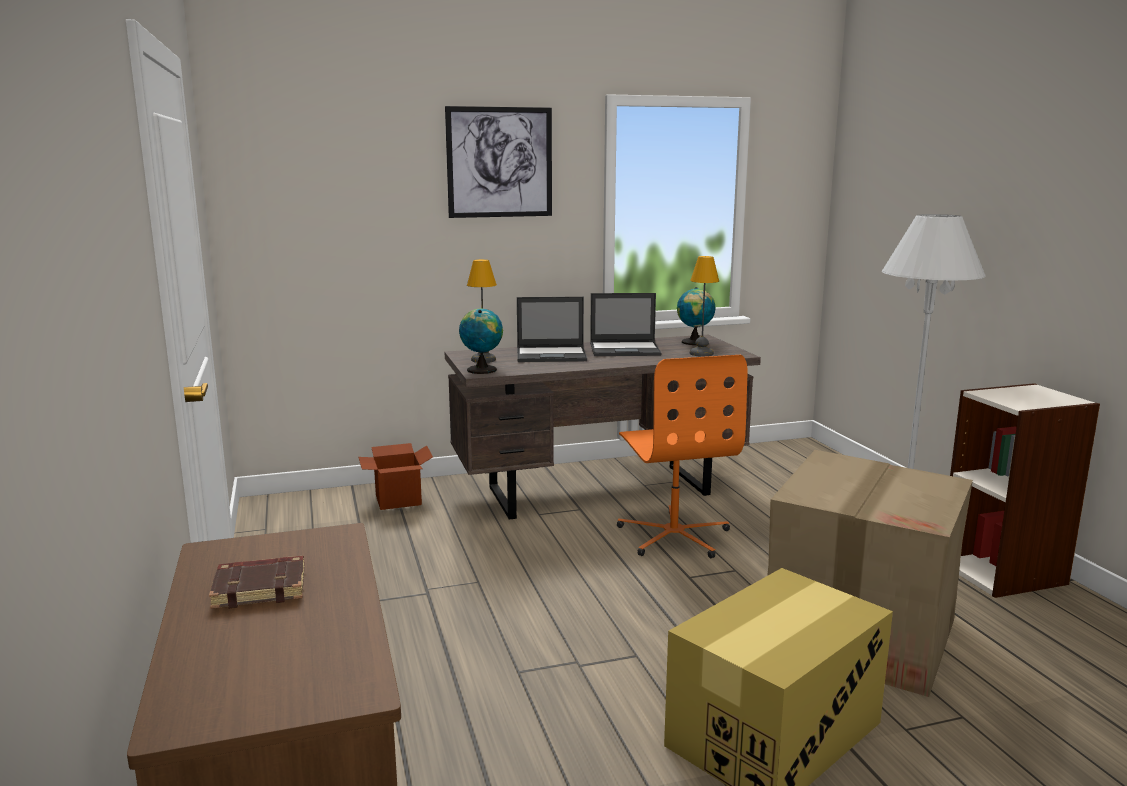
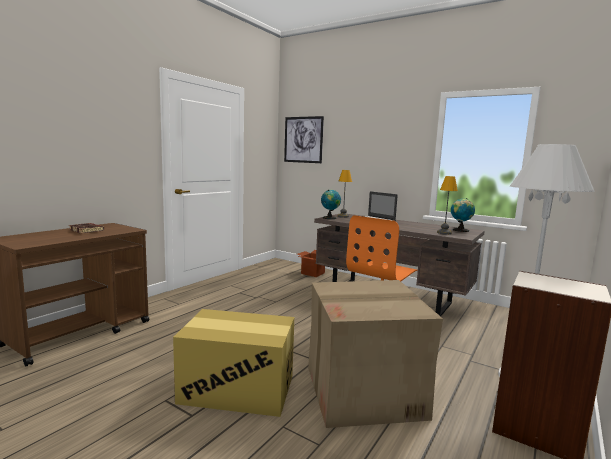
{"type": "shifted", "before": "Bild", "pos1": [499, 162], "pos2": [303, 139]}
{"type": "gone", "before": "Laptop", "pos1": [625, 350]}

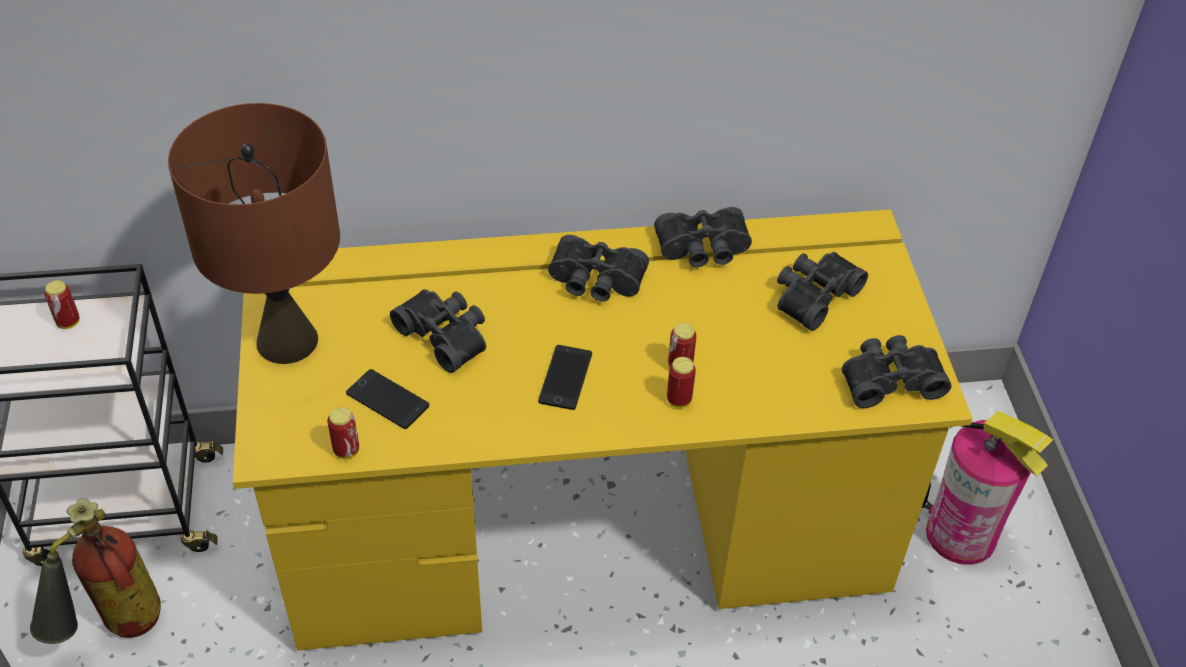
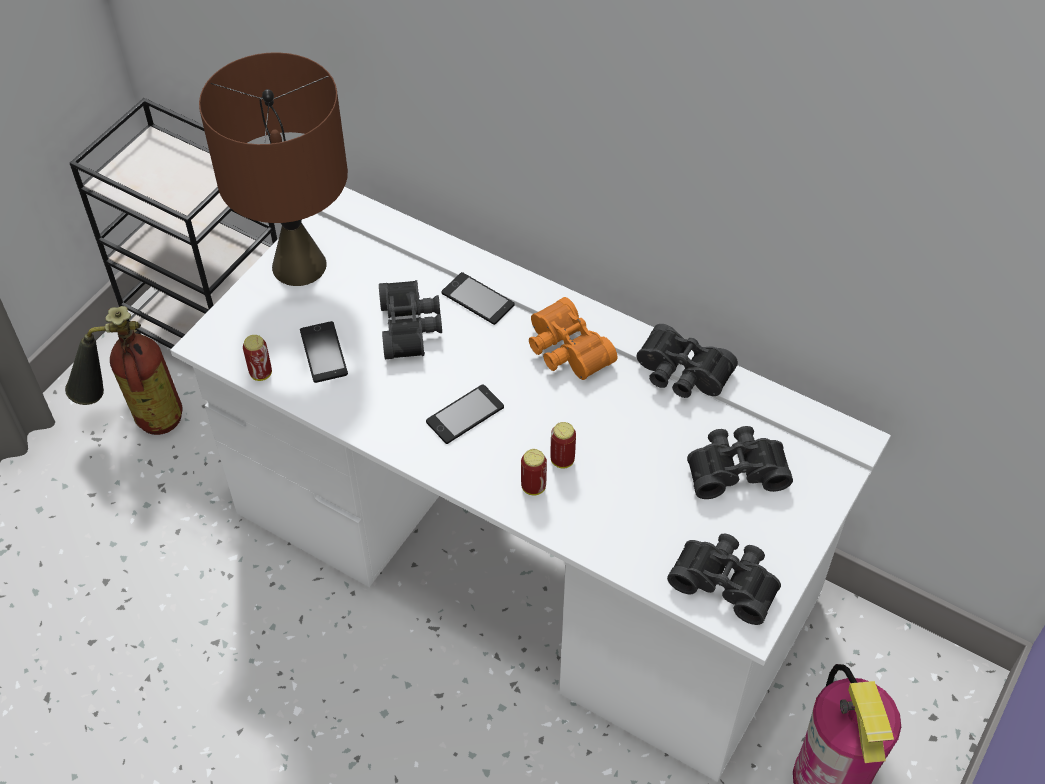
{"type": "repainted", "before": "Schreibtisch (gelb)", "after": "Schreibtisch (weiß)", "pos1": [586, 521], "pos2": [523, 554]}
{"type": "new", "after": "Handy", "pos2": [477, 299]}
{"type": "repainted", "before": "Fernglas (schwarz)", "after": "Fernglas (orange)", "pos1": [595, 282], "pos2": [565, 351]}
{"type": "gone", "before": "Dose", "pos1": [68, 322]}

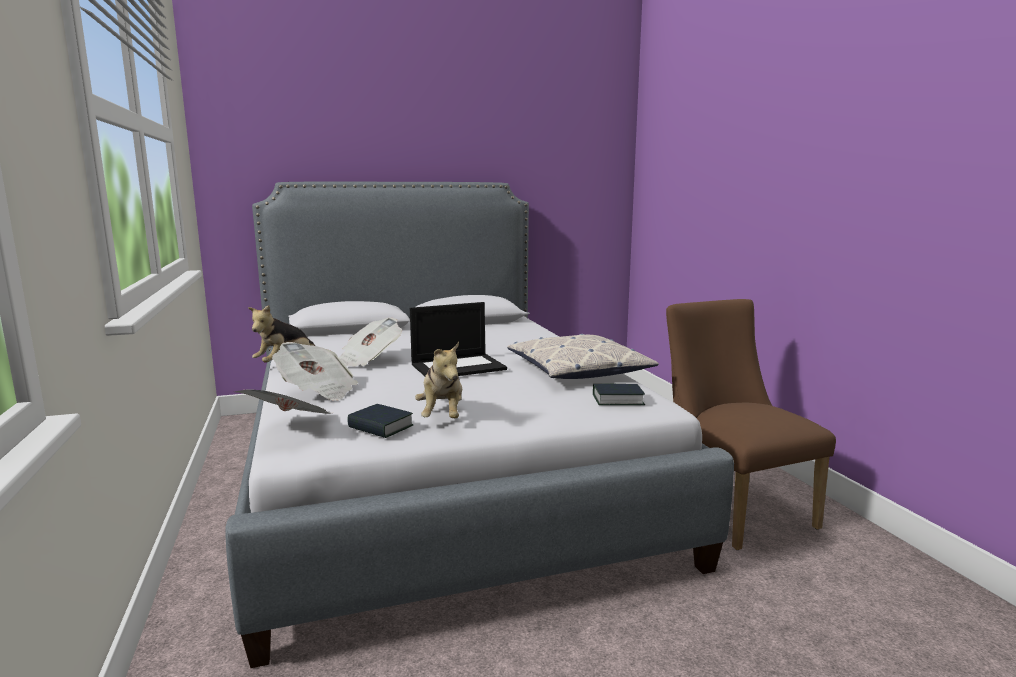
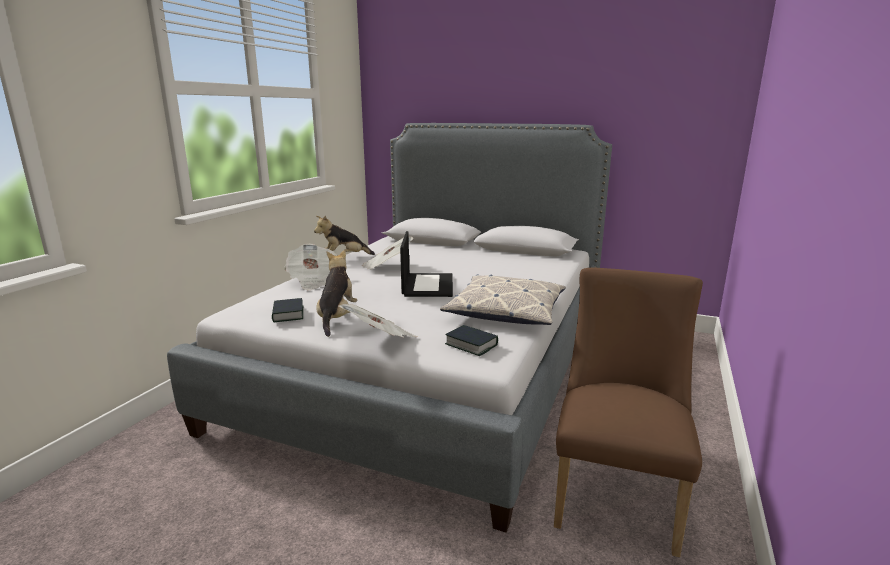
{"type": "rotated", "before": "Plüschtier", "pos1": [442, 416], "pos2": [337, 318], "turn": 150}
{"type": "shifted", "before": "Zeitung", "pos1": [291, 426], "pos2": [379, 340]}
{"type": "rotated", "before": "Laptop", "pos1": [459, 366], "pos2": [427, 285], "turn": -105}

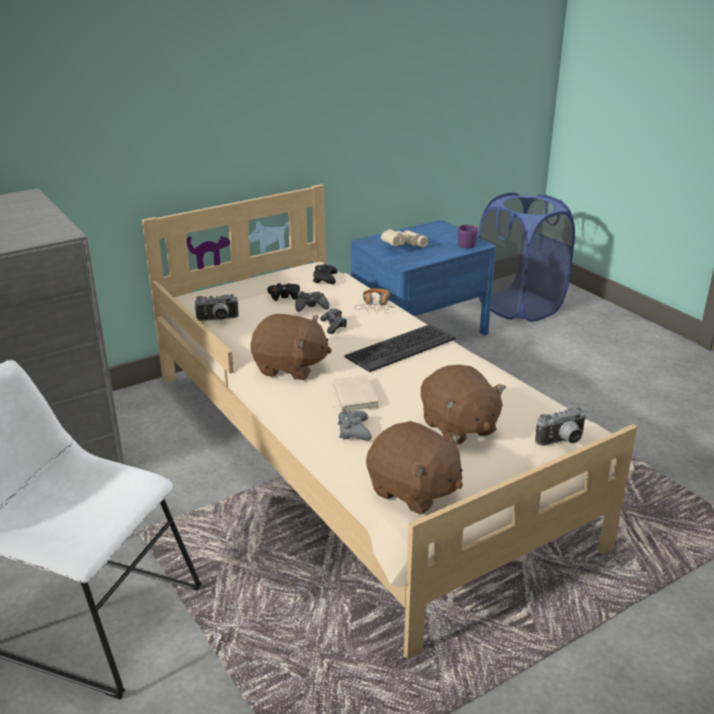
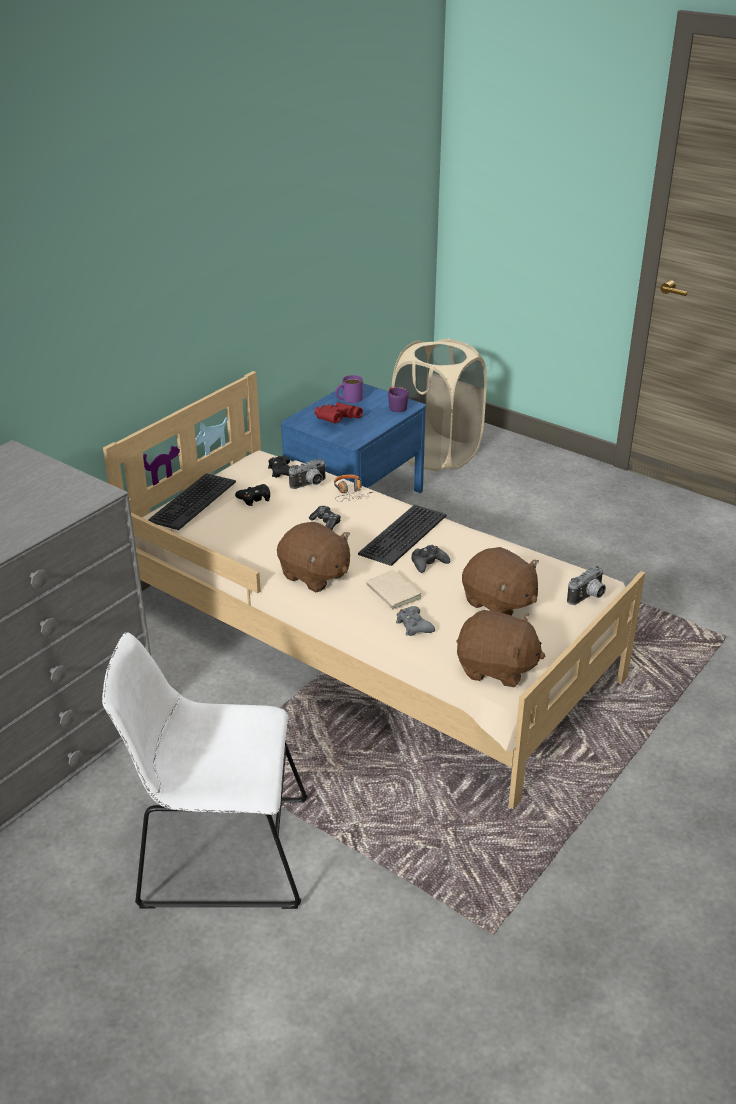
{"type": "new", "after": "Tastatur", "pos2": [192, 501]}
{"type": "rotated", "before": "Plüschtier (braun)", "pos1": [290, 367], "pos2": [315, 575], "turn": 45}
{"type": "shifted", "before": "Kamera", "pos1": [218, 320], "pos2": [310, 485]}
{"type": "repainted", "before": "Fernglas (beige)", "after": "Fernglas (rot)", "pos1": [401, 247], "pos2": [336, 421]}
{"type": "new", "after": "Henkelbecher (lila)", "pos2": [348, 399]}
{"type": "repainted", "before": "Wäschekorb (blau)", "after": "Wäschekorb (beige)", "pos1": [518, 306], "pos2": [436, 454]}
{"type": "shifted", "before": "Gamepad (schwarz)", "pos1": [311, 307], "pos2": [428, 563]}

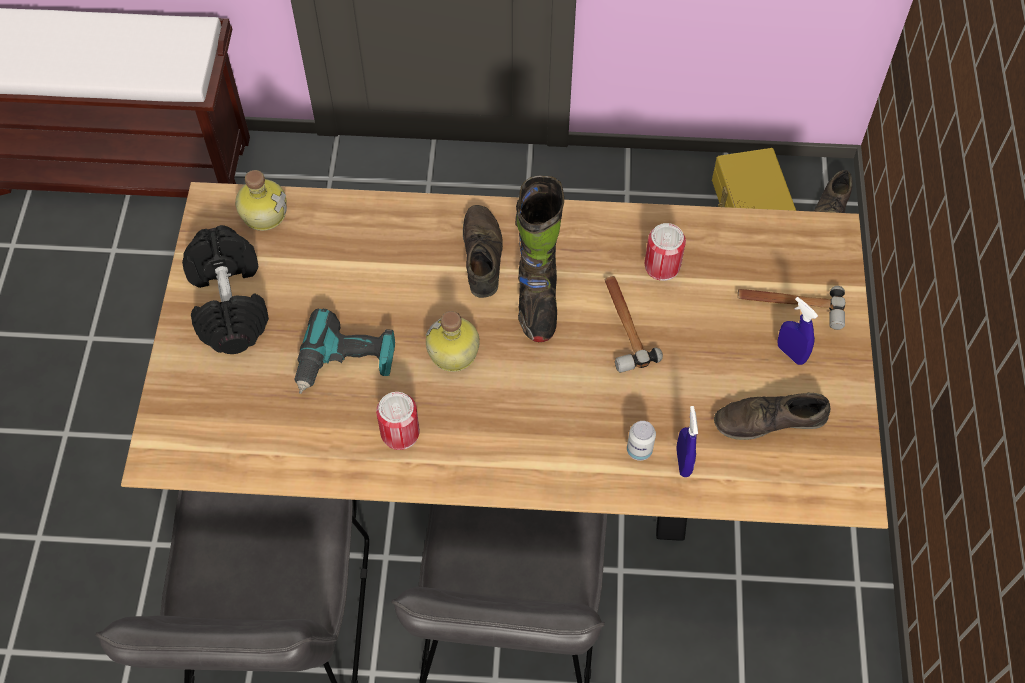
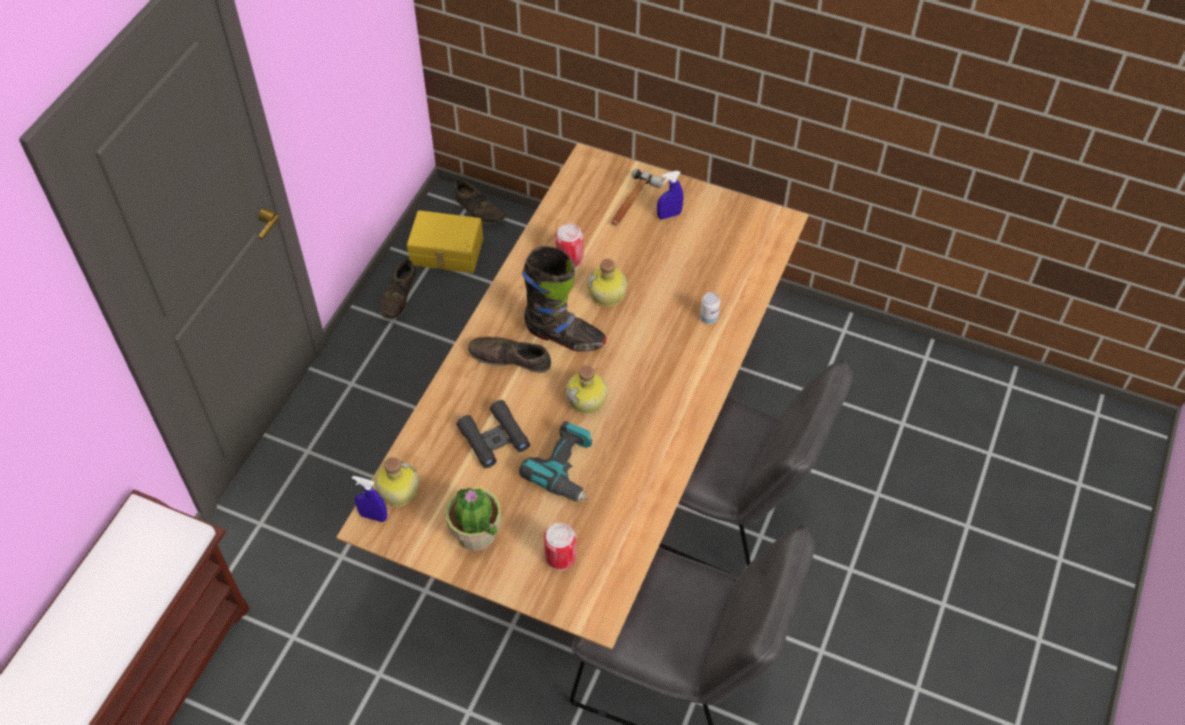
{"type": "shifted", "before": "Sprühflasche (blau)", "pos1": [683, 462], "pos2": [373, 516]}
{"type": "shifted", "before": "Schuh (braun)", "pos1": [769, 420], "pos2": [399, 296]}
{"type": "swapped", "before": "Hantel (schwarz)", "after": "Topfpflanze", "pos1": [230, 304], "pos2": [476, 534]}
{"type": "new", "after": "Fernglas (schwarz)", "pos2": [494, 438]}
{"type": "shifted", "before": "Dose", "pos1": [400, 433], "pos2": [560, 556]}
{"type": "swapped", "before": "Hammer", "after": "Flasche", "pos1": [623, 325], "pos2": [608, 294]}

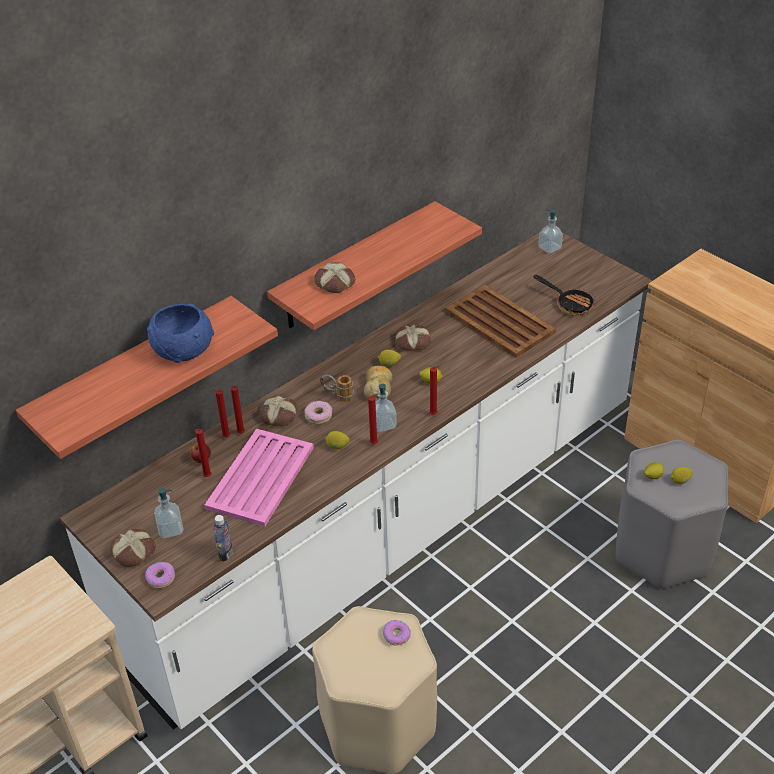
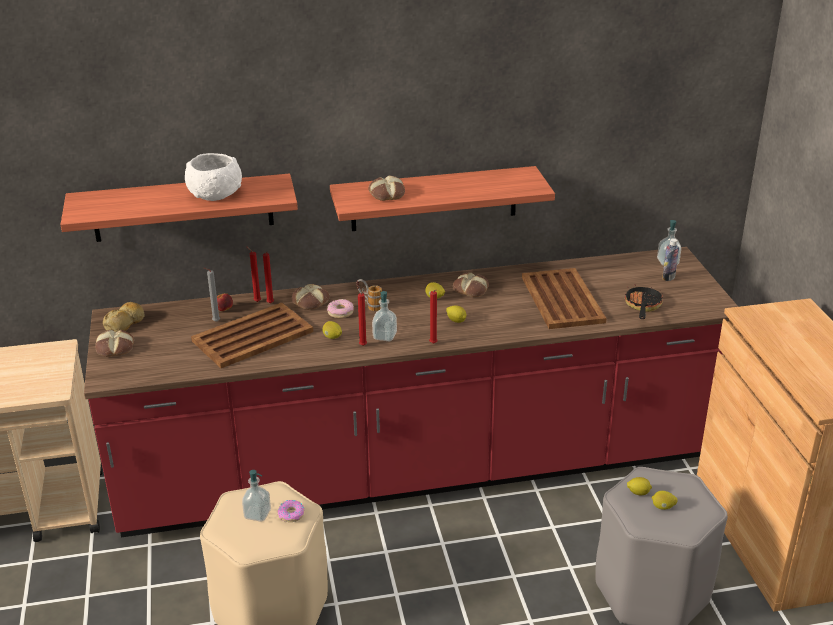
{"type": "repainted", "before": "Küchenzeile (weiß)", "after": "Küchenzeile (rot)", "pos1": [391, 525], "pos2": [417, 468]}
{"type": "shifted", "before": "Brot", "pos1": [378, 388], "pos2": [125, 323]}
{"type": "repainted", "before": "Schüssel (blau)", "after": "Schüssel (weiß)", "pos1": [183, 349], "pos2": [215, 194]}
{"type": "repainted", "before": "Tablett (rosa)", "after": "Tablett (braun)", "pos1": [261, 477], "pos2": [254, 336]}
{"type": "repainted", "before": "Kerze (rot)", "after": "Kerze (grau)", "pos1": [206, 477], "pos2": [215, 322]}
{"type": "shifted", "before": "Seifenspender", "pos1": [171, 529], "pos2": [257, 514]}
{"type": "rotated", "before": "Pfanne", "pos1": [569, 304], "pos2": [642, 307], "turn": -150}
{"type": "shifted", "before": "Flasche", "pos1": [225, 553], "pos2": [668, 278]}
{"type": "gone", "before": "Donut", "pos1": [160, 578]}

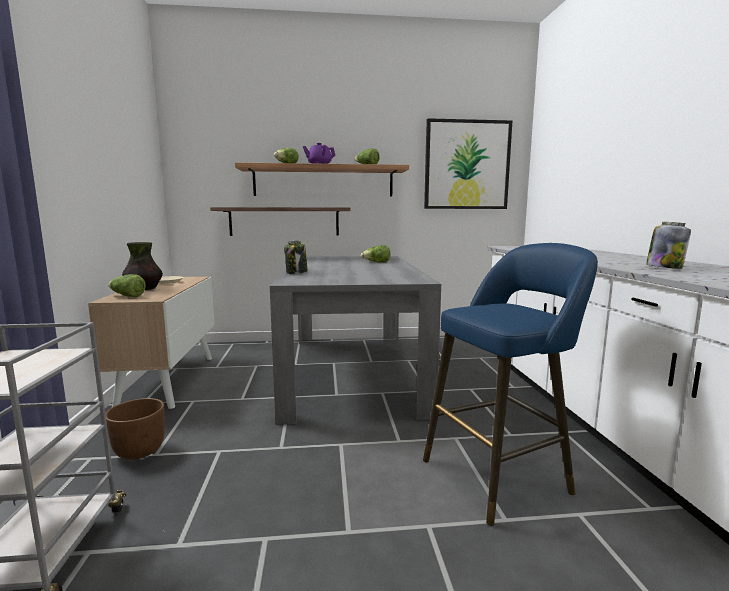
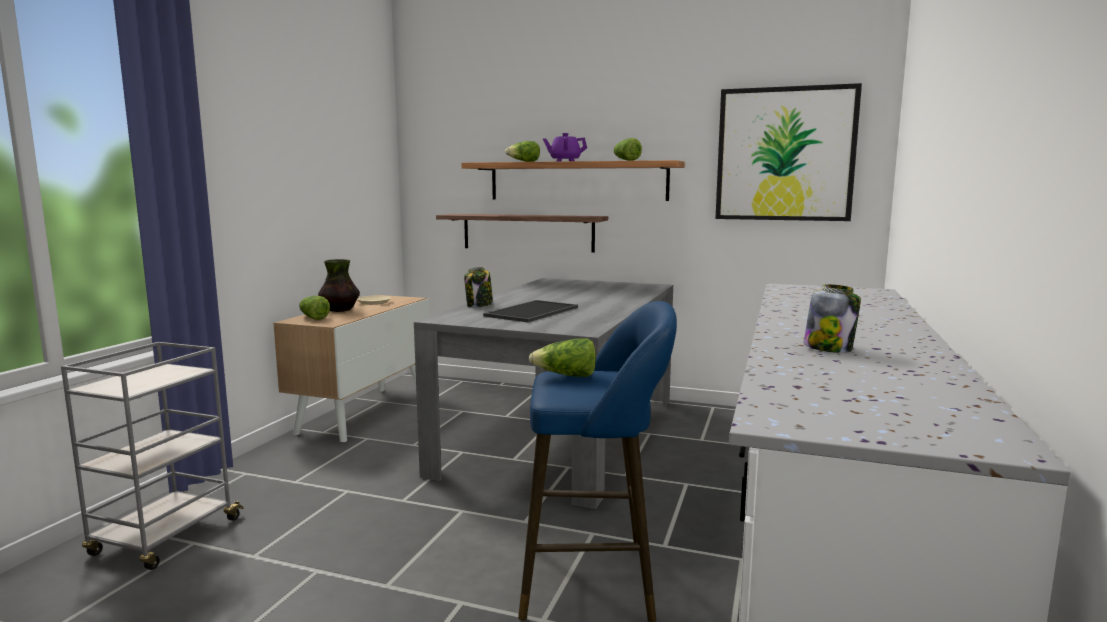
{"type": "new", "after": "Tablett", "pos2": [531, 311]}
{"type": "shifted", "before": "Salatkopf", "pos1": [376, 262], "pos2": [566, 376]}
{"type": "gone", "before": "Pflanzkübel (braun)", "pos1": [140, 451]}

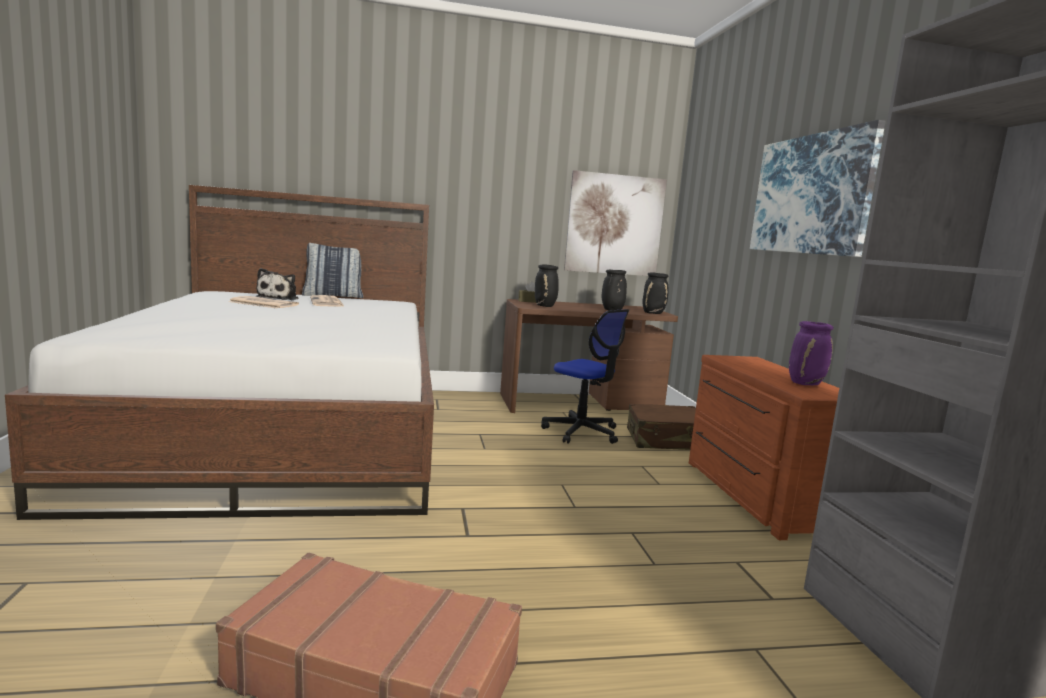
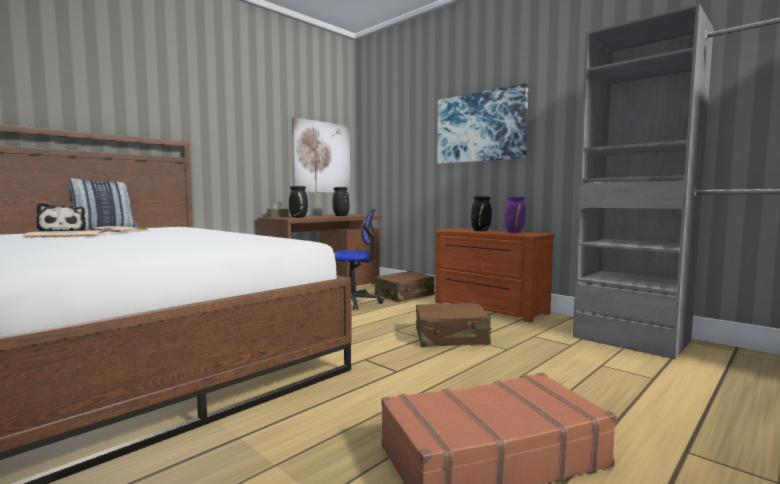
{"type": "new", "after": "Koffer (braun)", "pos2": [451, 337]}
{"type": "shifted", "before": "Vase (schwarz)", "pos1": [653, 313], "pos2": [480, 230]}

